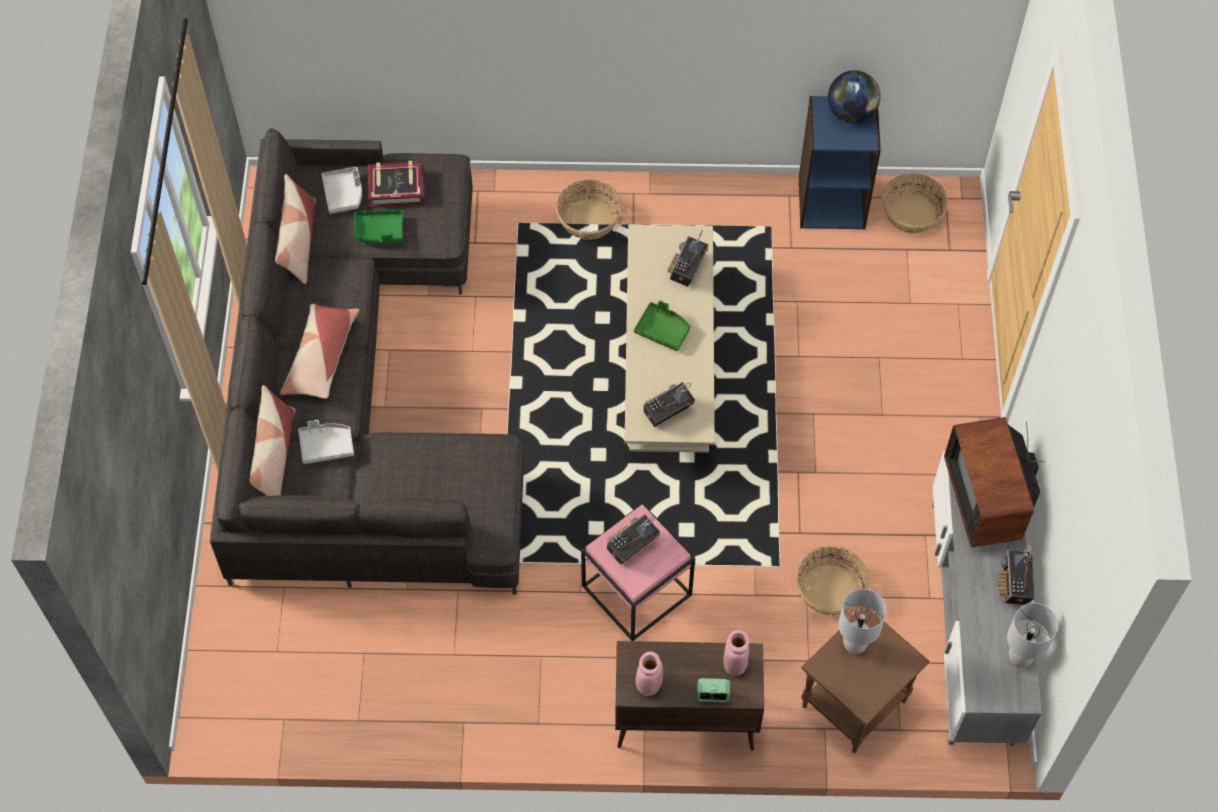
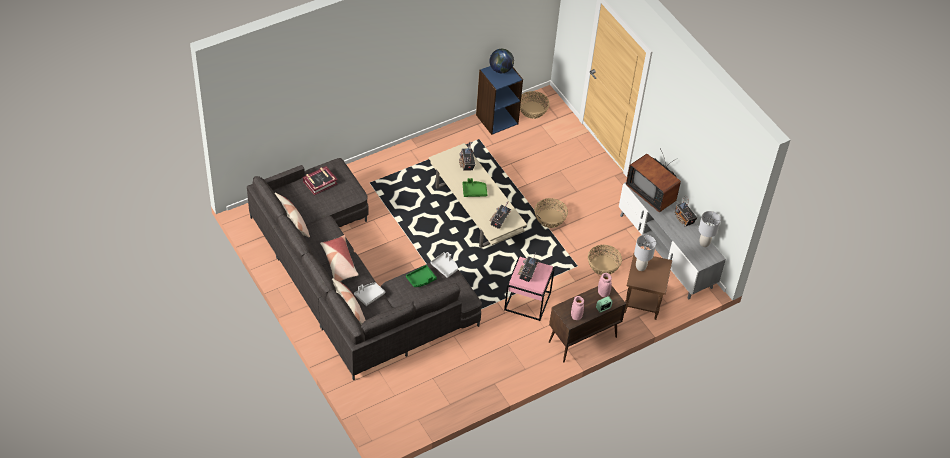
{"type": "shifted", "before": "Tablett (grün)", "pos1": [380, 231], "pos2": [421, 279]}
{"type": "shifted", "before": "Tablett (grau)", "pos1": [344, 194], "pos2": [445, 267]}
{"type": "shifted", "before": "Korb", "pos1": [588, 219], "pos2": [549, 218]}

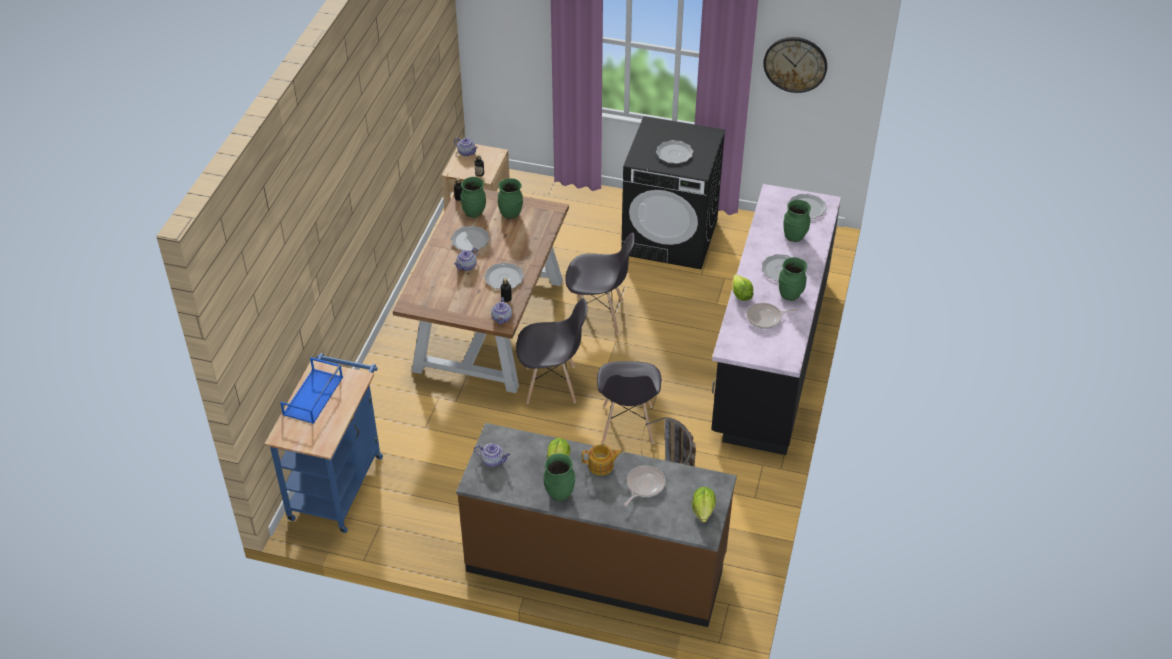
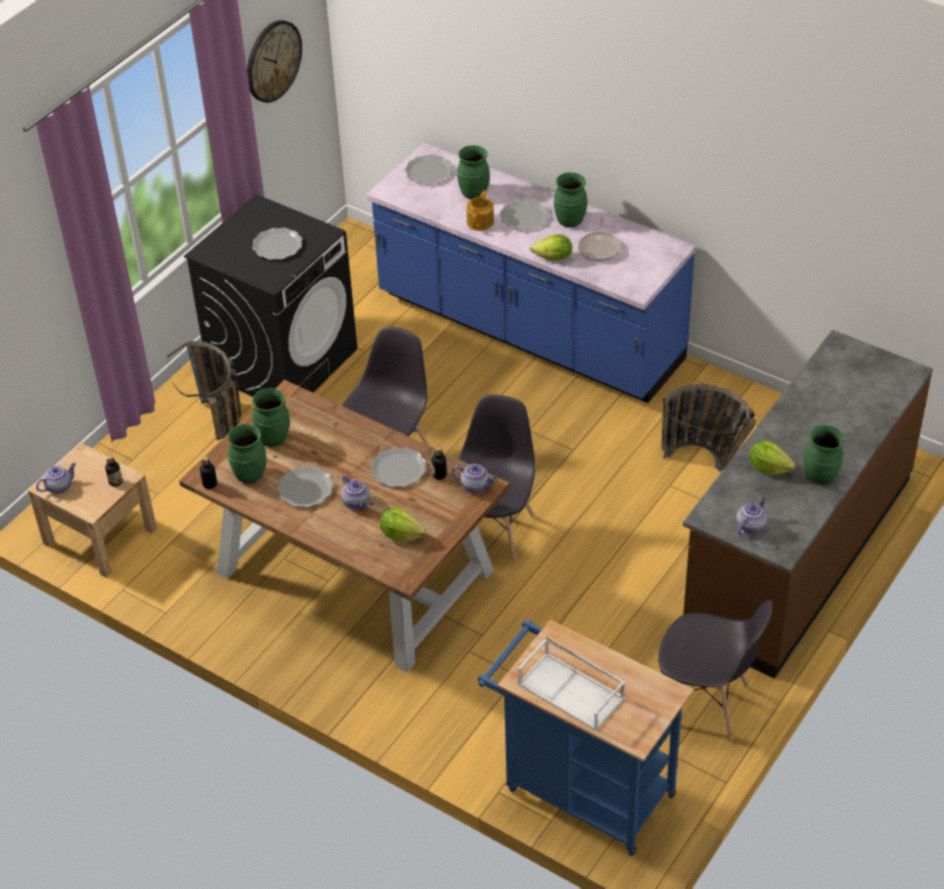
{"type": "new", "after": "Korb", "pos2": [222, 427]}
{"type": "repainted", "before": "Küchenzeile (schwarz)", "after": "Küchenzeile (blau)", "pos1": [769, 355], "pos2": [529, 330]}
{"type": "shifted", "before": "Salatkopf", "pos1": [703, 510], "pos2": [401, 534]}
{"type": "shifted", "before": "Teekanne", "pos1": [601, 466], "pos2": [480, 221]}
{"type": "repainted", "before": "Tablett (blau)", "after": "Tablett (weiß)", "pos1": [313, 396], "pos2": [572, 691]}
{"type": "shifted", "before": "Stuhl (grau)", "pos1": [627, 425], "pos2": [706, 705]}
{"type": "gone", "before": "Pfanne", "pos1": [644, 485]}

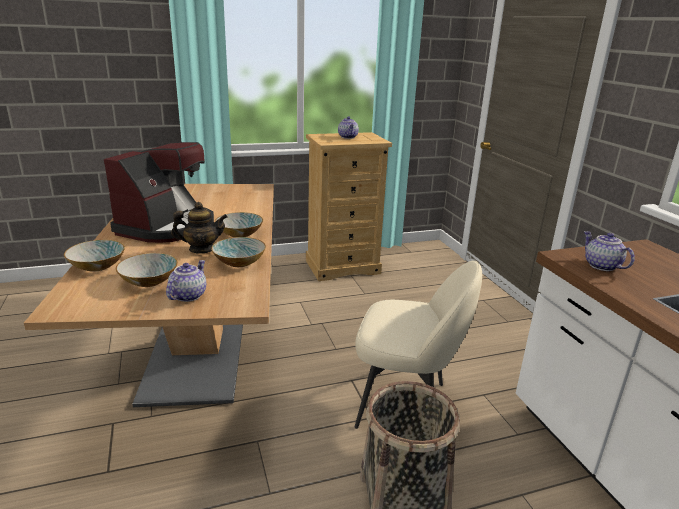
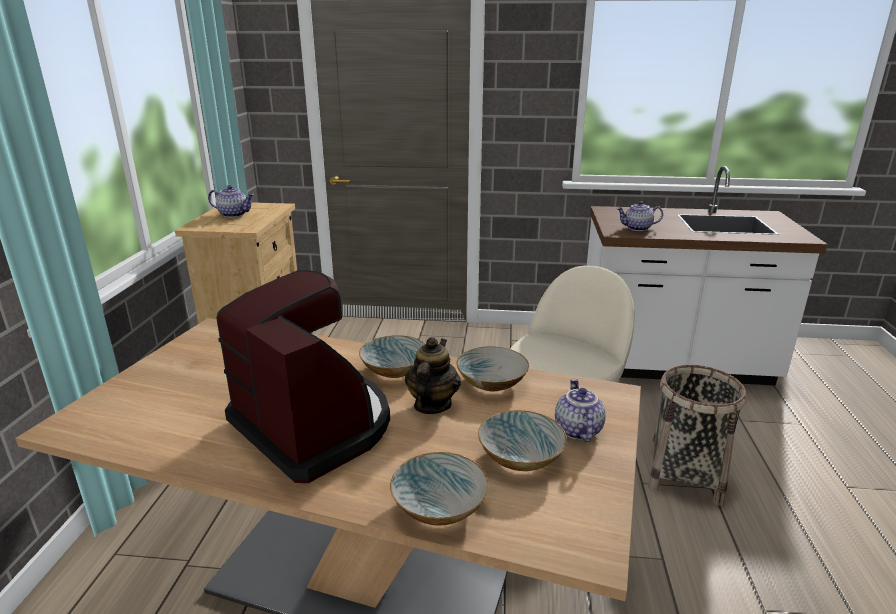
{"type": "rotated", "before": "Teekanne", "pos1": [187, 295], "pos2": [576, 430], "turn": 45}

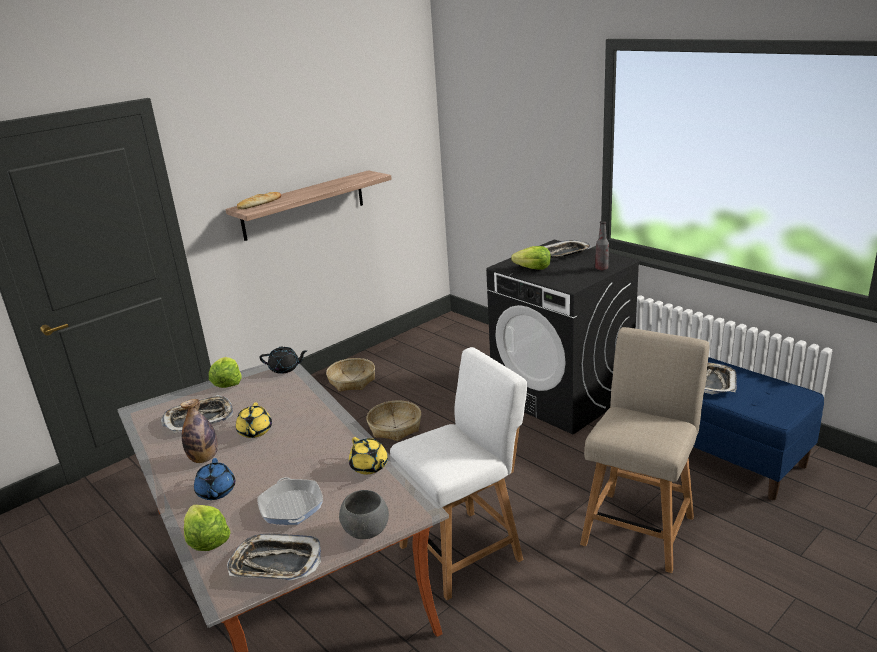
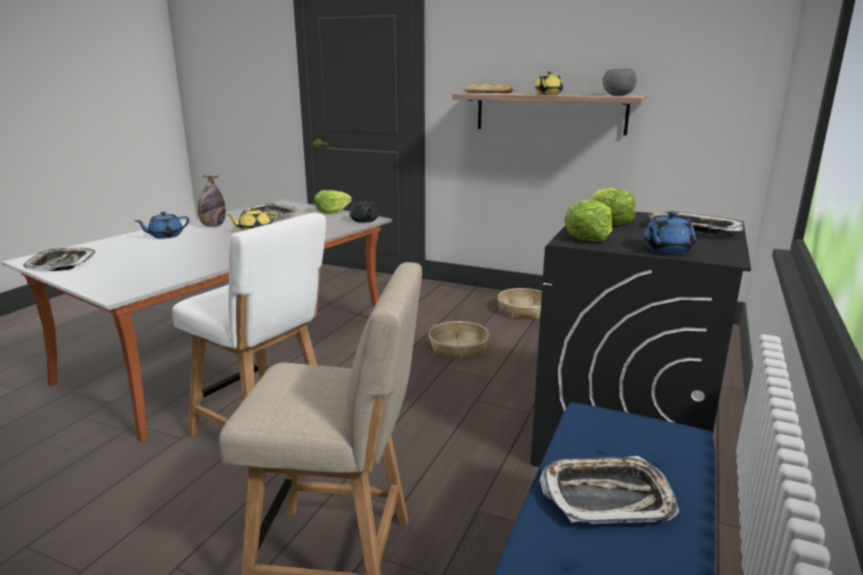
{"type": "shifted", "before": "Teekanne (gelb)", "pos1": [369, 467], "pos2": [547, 94]}
{"type": "shifted", "before": "Salatkopf", "pos1": [207, 540], "pos2": [588, 237]}
{"type": "shifted", "before": "Schüssel (grau)", "pos1": [365, 532], "pos2": [617, 95]}
{"type": "swapped", "before": "Flasche", "after": "Teekanne (blau)", "pos1": [601, 268], "pos2": [666, 249]}
{"type": "gone", "before": "Pfanne", "pos1": [291, 507]}

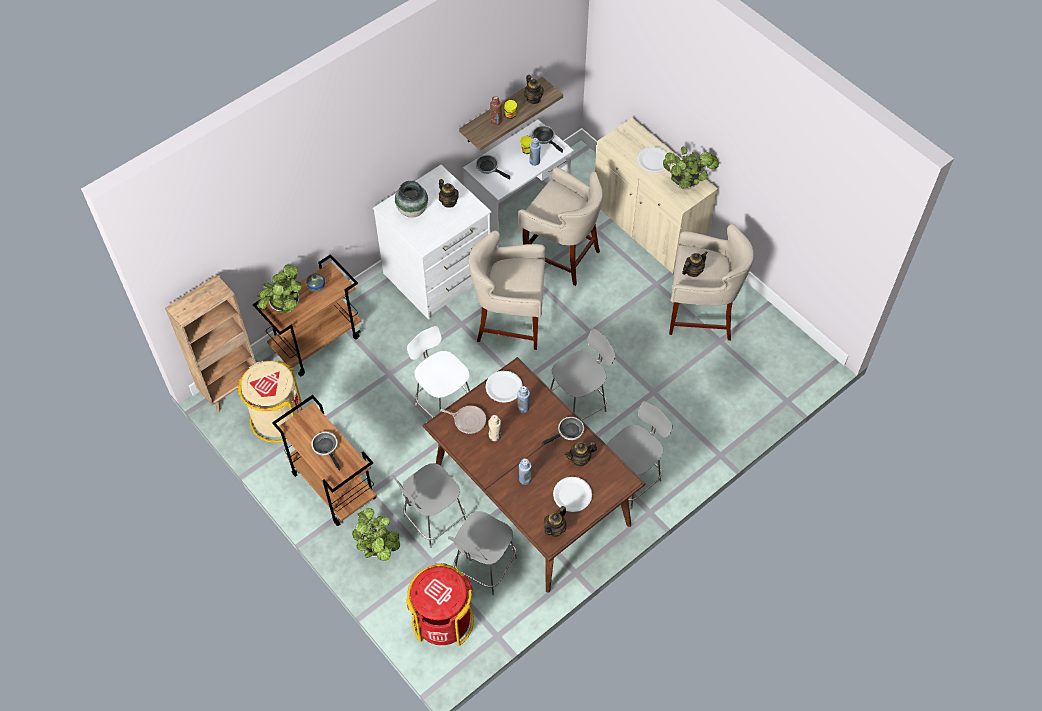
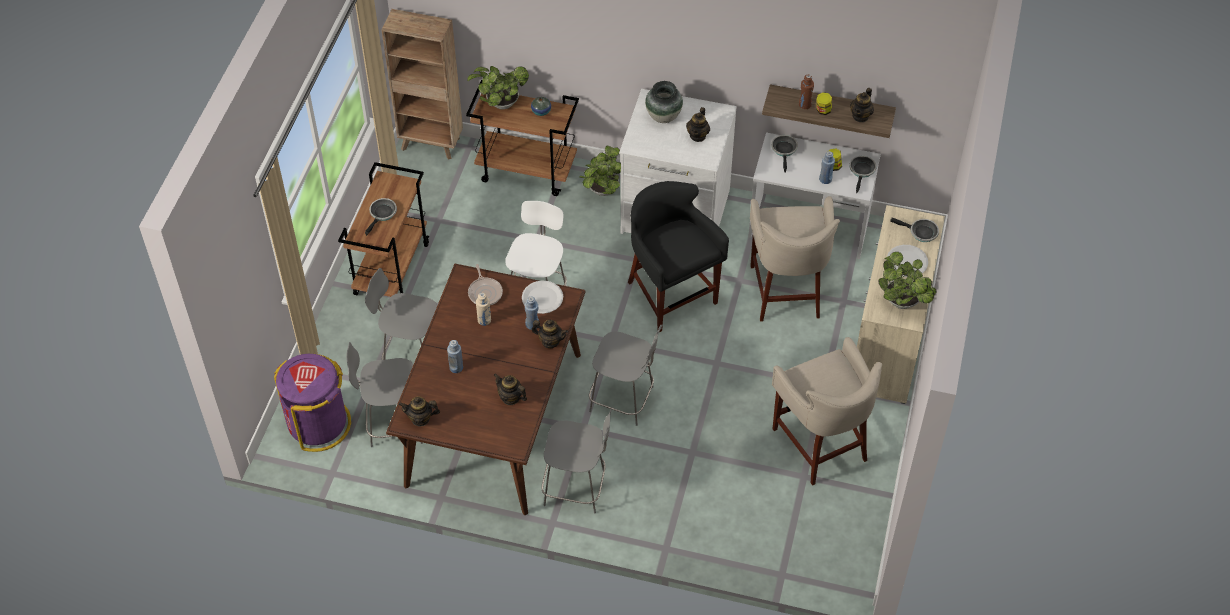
{"type": "repainted", "before": "Mülleimer (rot)", "after": "Mülleimer (lila)", "pos1": [443, 620], "pos2": [318, 424]}
{"type": "shifted", "before": "Teekanne", "pos1": [693, 271], "pos2": [550, 341]}
{"type": "shifted", "before": "Topfpflanze", "pos1": [378, 549], "pos2": [602, 191]}
{"type": "repainted", "before": "Hocker (beige)", "after": "Hocker (schwarz)", "pos1": [509, 323], "pos2": [671, 295]}
{"type": "shifted", "before": "Pfanne", "pos1": [568, 432], "pos2": [921, 232]}
{"type": "gone", "before": "Mülleimer (beige)", "pos1": [277, 418]}
{"type": "gone", "before": "Teller (weiß)", "pos1": [572, 495]}

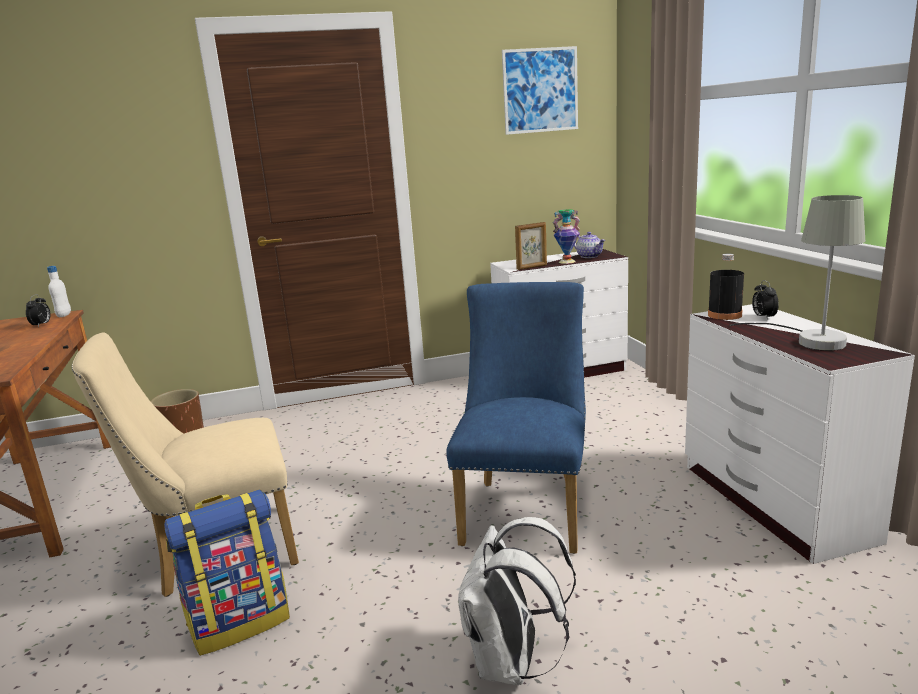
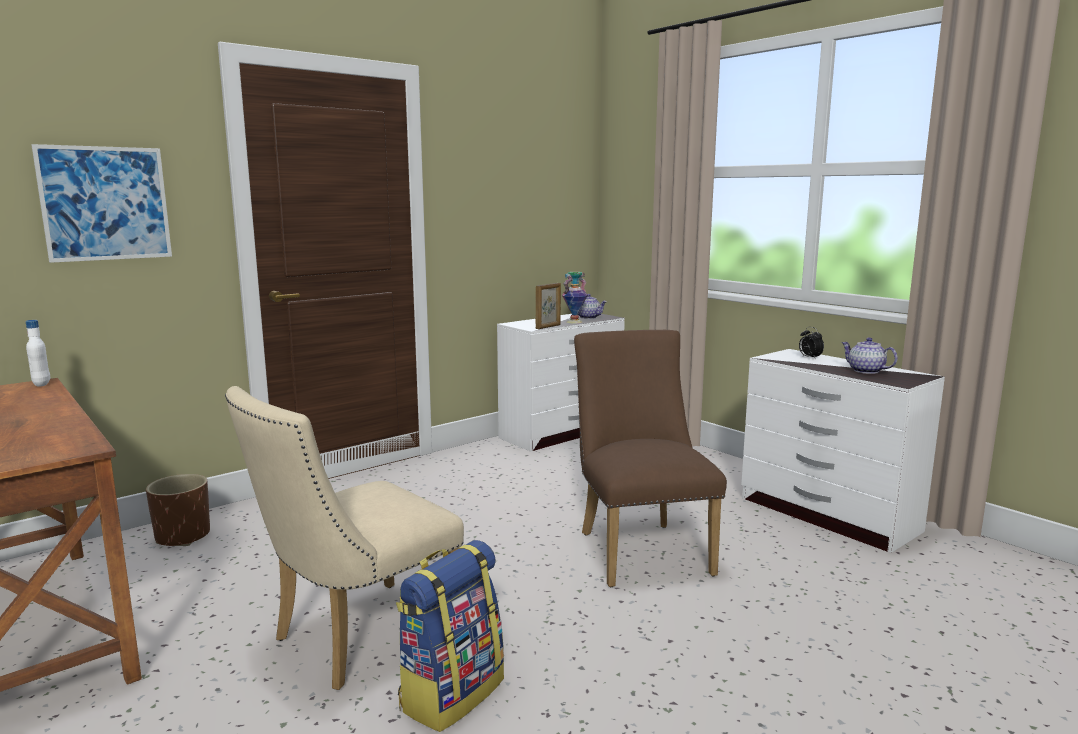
{"type": "shifted", "before": "Bild", "pos1": [540, 90], "pos2": [105, 203]}
{"type": "repainted", "before": "Stuhl (blau)", "after": "Stuhl (braun)", "pos1": [526, 509], "pos2": [640, 548]}
{"type": "swapped", "before": "Tischlampe (grau)", "after": "Teekanne", "pos1": [809, 340], "pos2": [865, 371]}
{"type": "gone", "before": "Wecker", "pos1": [41, 325]}
{"type": "gone", "before": "Rucksack (weiß)", "pos1": [512, 663]}
{"type": "gone", "before": "Flasche (schwarz)", "pos1": [724, 315]}

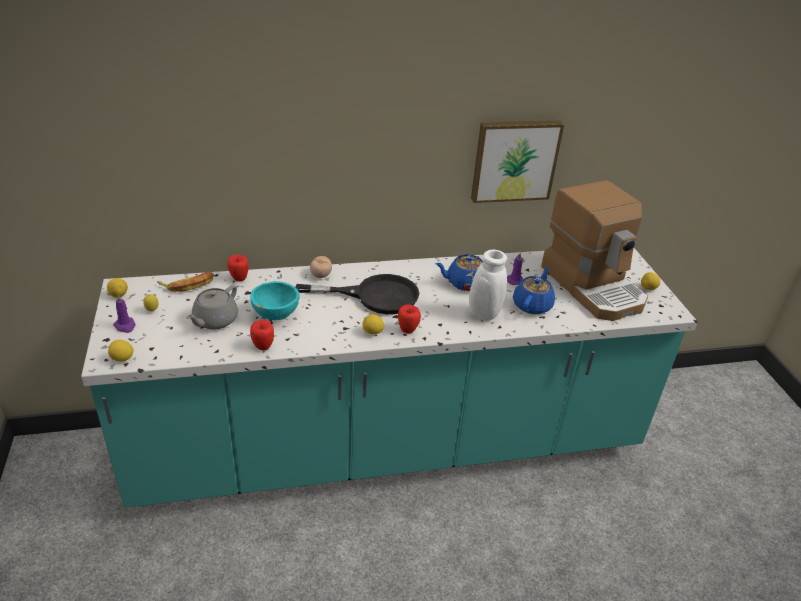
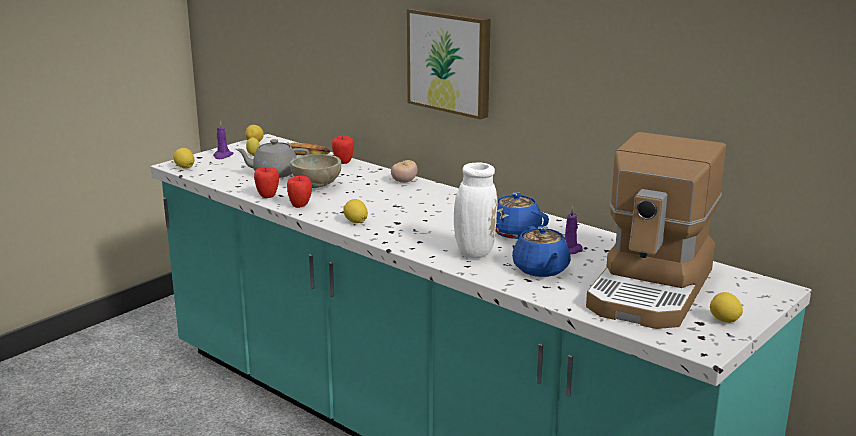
{"type": "shifted", "before": "Apfel", "pos1": [408, 330], "pos2": [300, 206]}
{"type": "repainted", "before": "Schüssel (türkis)", "after": "Schüssel (beige)", "pos1": [275, 314], "pos2": [317, 186]}
{"type": "shifted", "before": "Bild", "pos1": [514, 160], "pos2": [451, 61]}
{"type": "rotated", "before": "Teekanne (blau)", "pos1": [532, 305], "pos2": [541, 270], "turn": 90}
{"type": "gone", "before": "Pfanne (schwarz)", "pos1": [375, 296]}

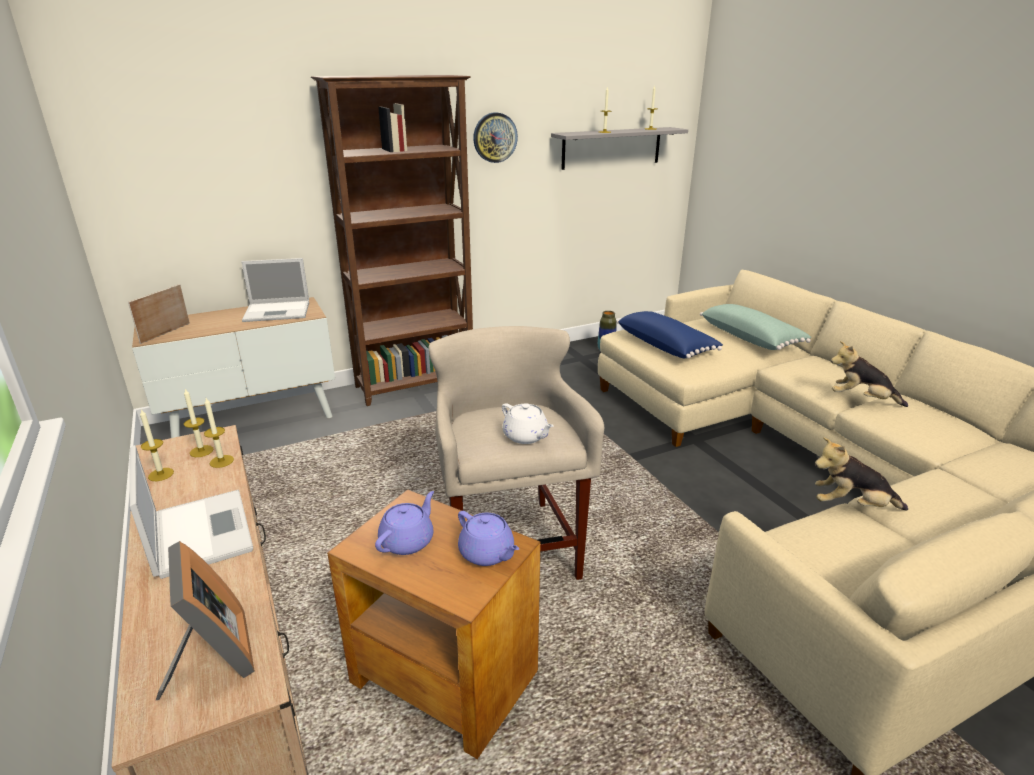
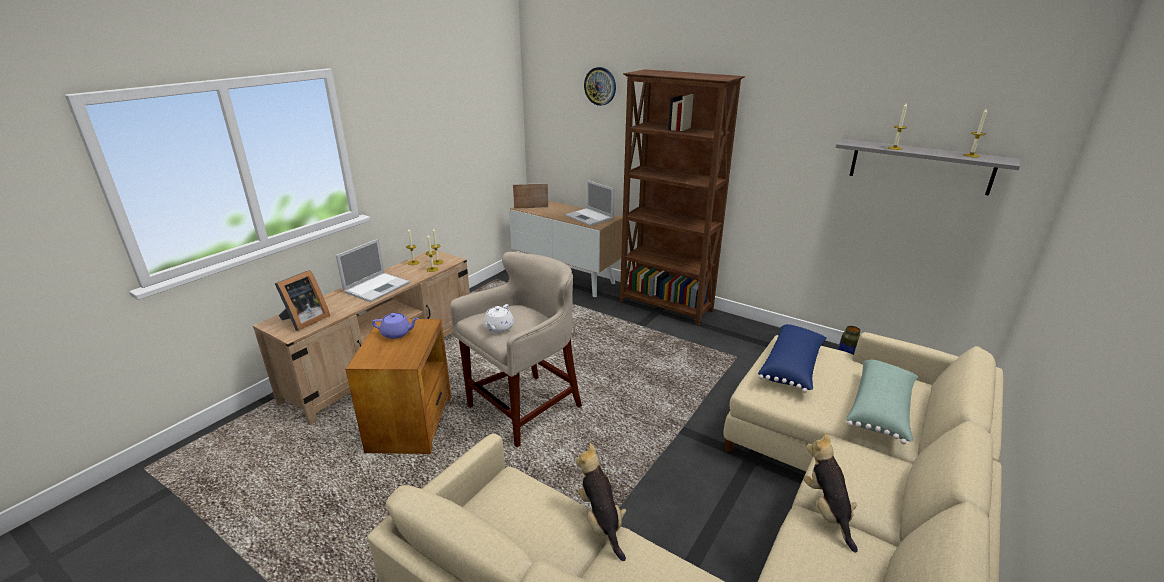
{"type": "shifted", "before": "Wanduhr", "pos1": [495, 137], "pos2": [600, 86]}
{"type": "gone", "before": "Teekanne (lila)", "pos1": [487, 553]}

